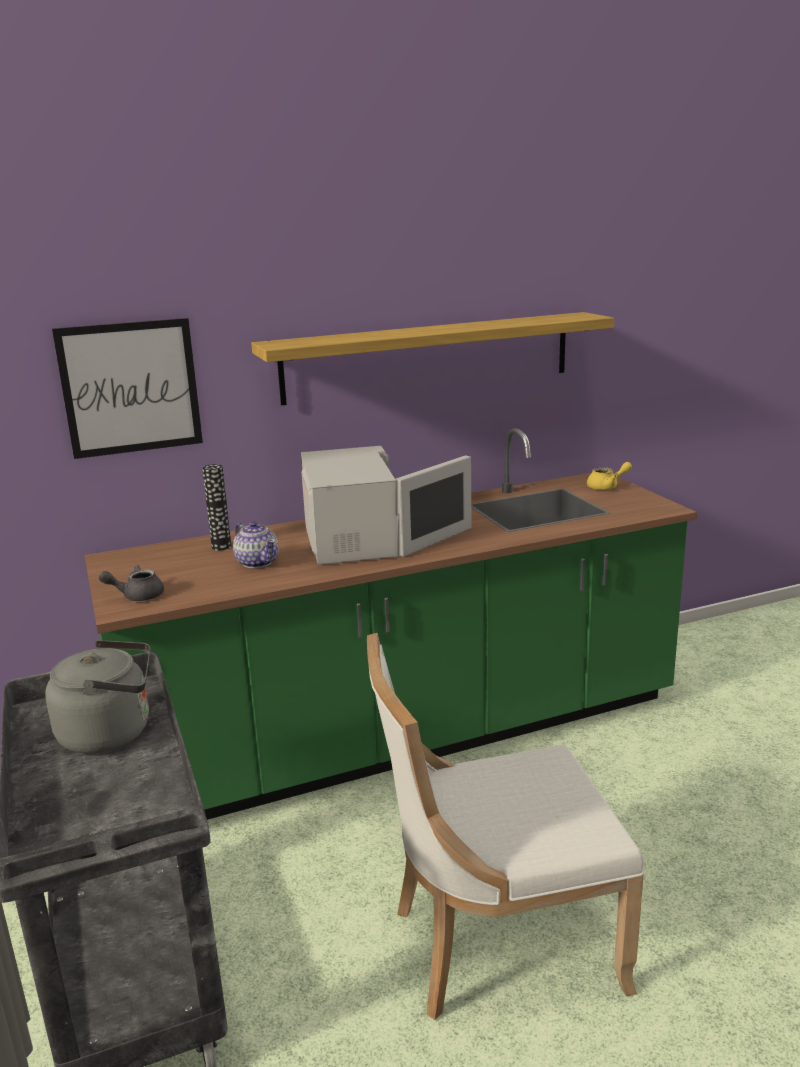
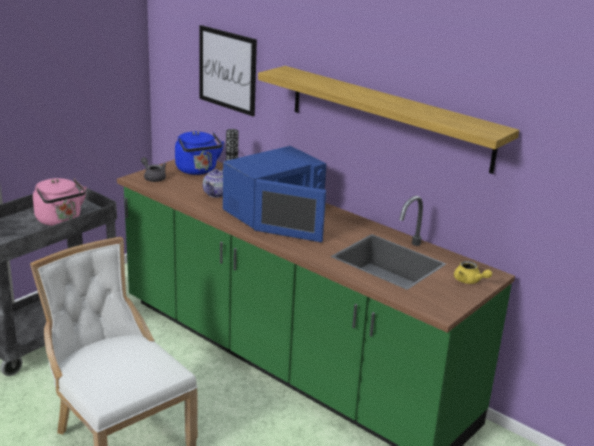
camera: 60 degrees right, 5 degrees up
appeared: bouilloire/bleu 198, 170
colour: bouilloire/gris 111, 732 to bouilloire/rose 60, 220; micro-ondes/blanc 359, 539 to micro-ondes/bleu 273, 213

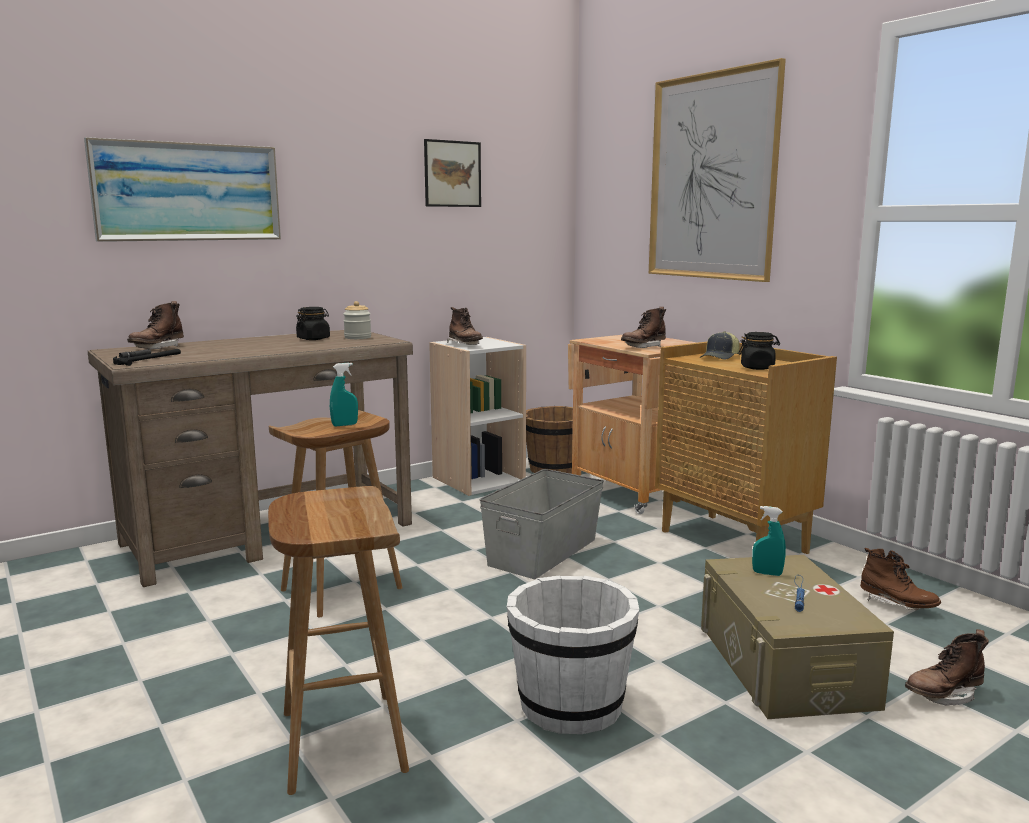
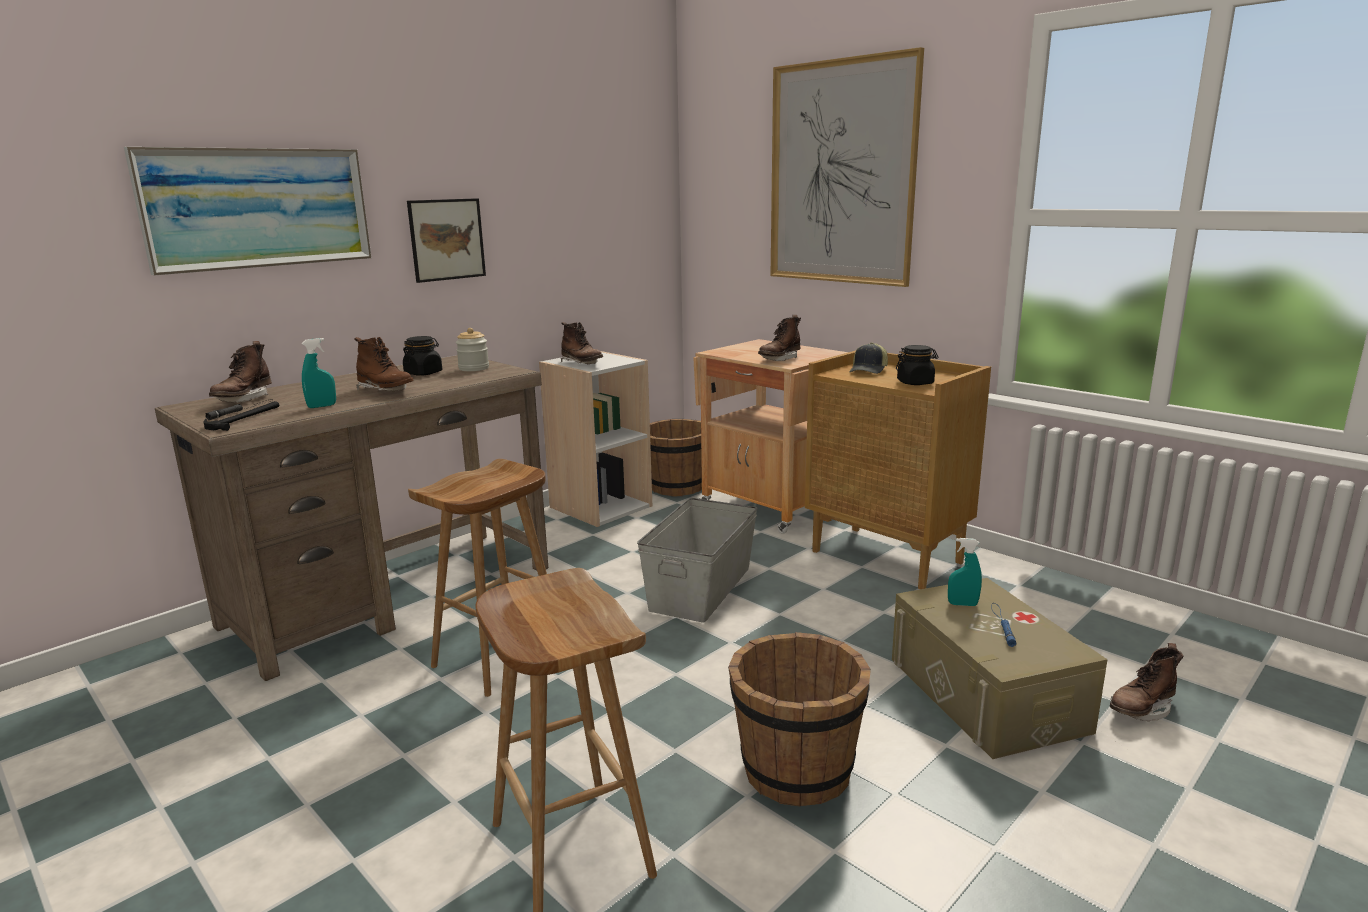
camera: 10 degrees left, 5 degrees up
relocated: vaporisateur/turquoise 344, 425 to 322, 406; botte/marron 897, 604 to 386, 391; tableau 452, 174 to 447, 239
colour: seau/blanc 570, 705 to seau/marron 796, 770

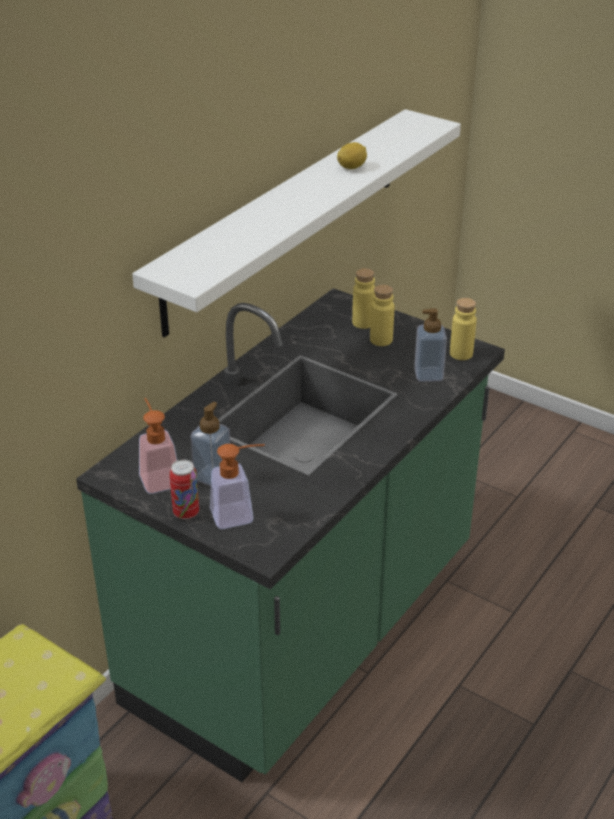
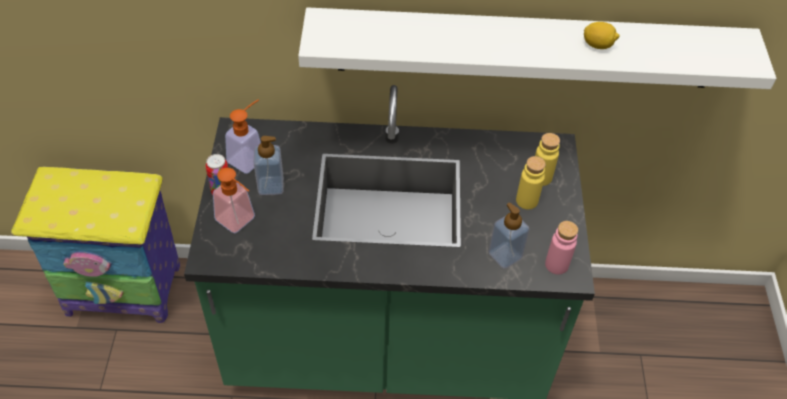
camera: 55 degrees right, 15 degrees up
colour: bouteille/jaune 461, 354 to bouteille/rose 556, 264

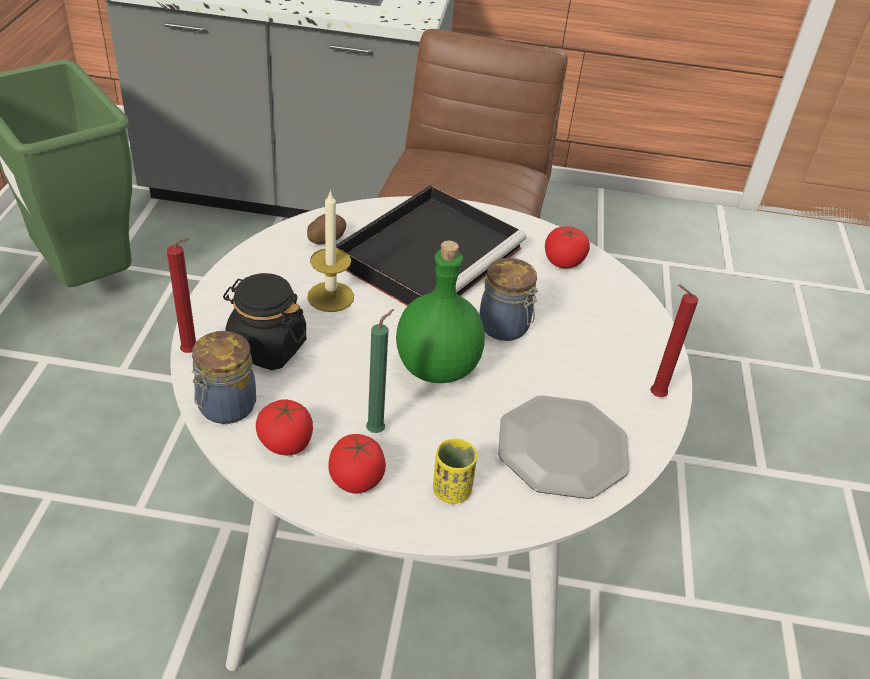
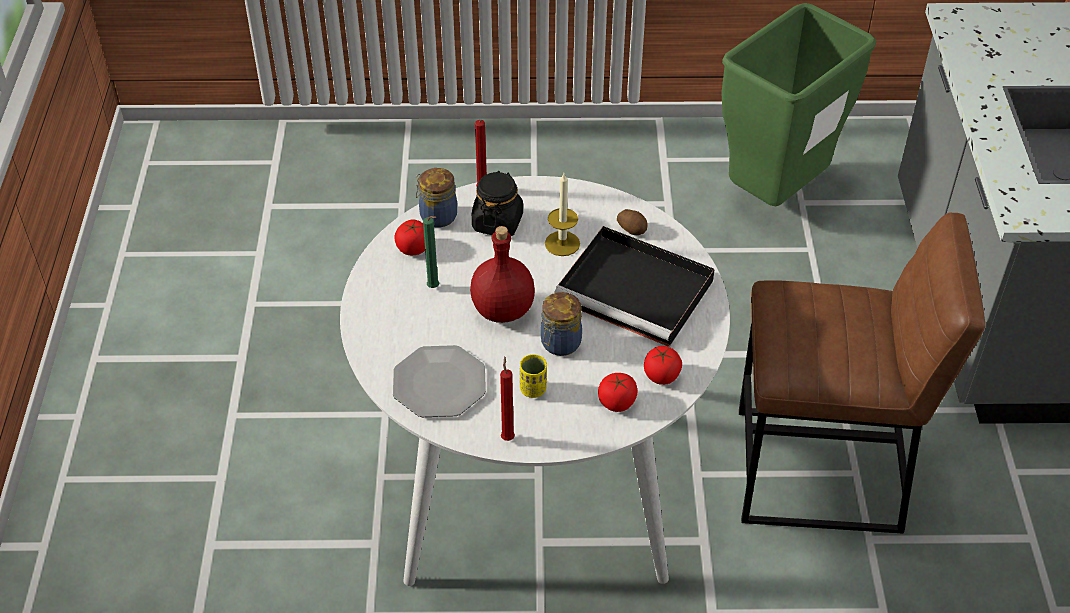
camera: 85 degrees right, 5 degrees up
relocated: tasse/jaune 451, 490 to 533, 389; tomate 356, 479 to 617, 402
colour: bouteille/vert 437, 366 to bouteille/rouge 504, 310

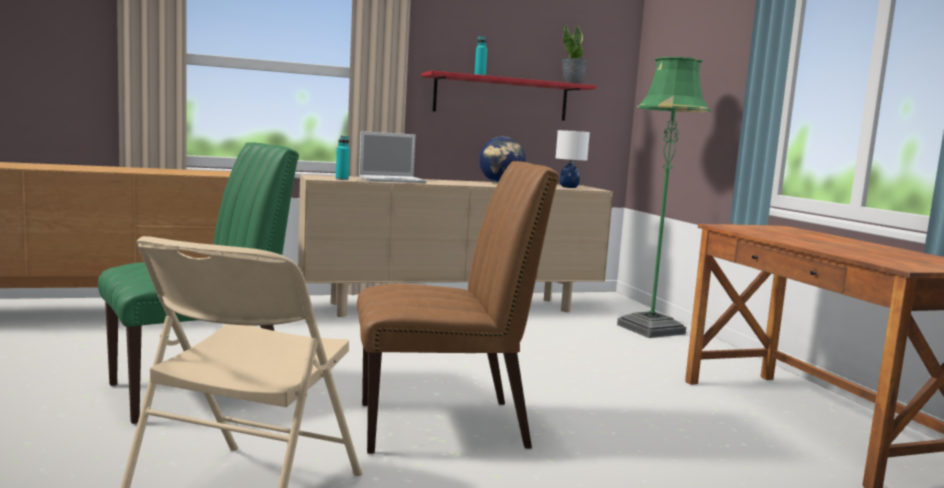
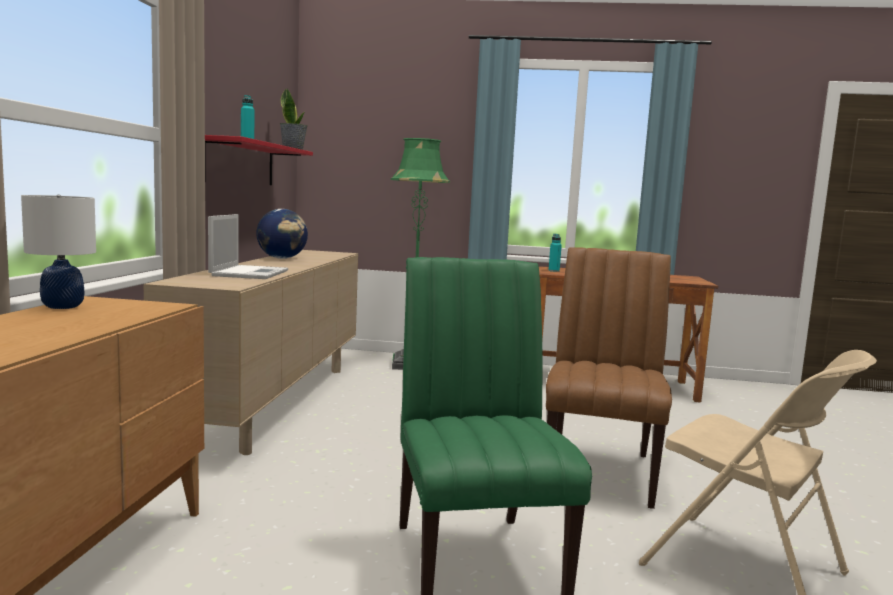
camera: 65 degrees left, 0 degrees up
relocated: lampe de table/blanc 569, 187 to 63, 307; bouteille/turquoise 342, 179 to 553, 271

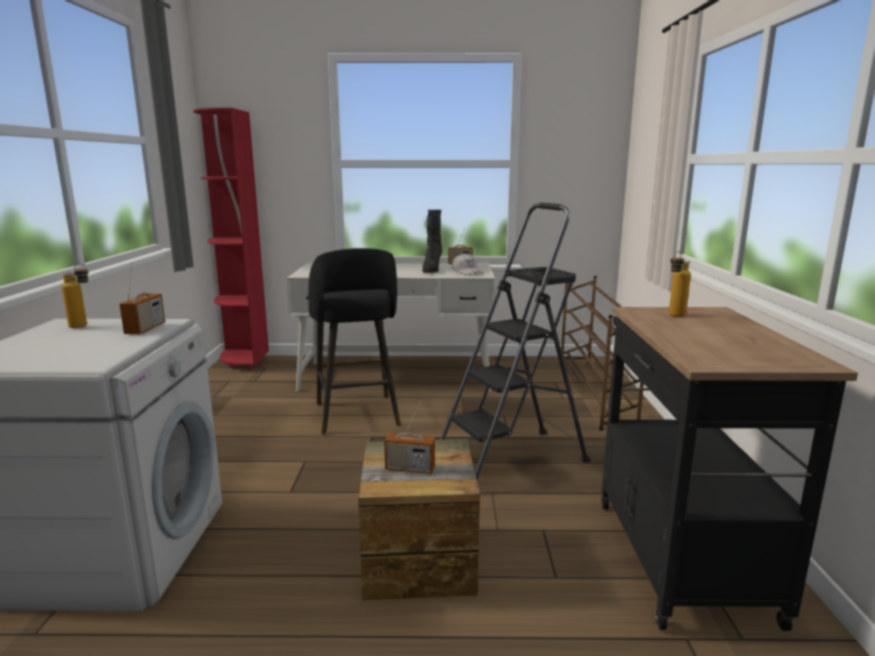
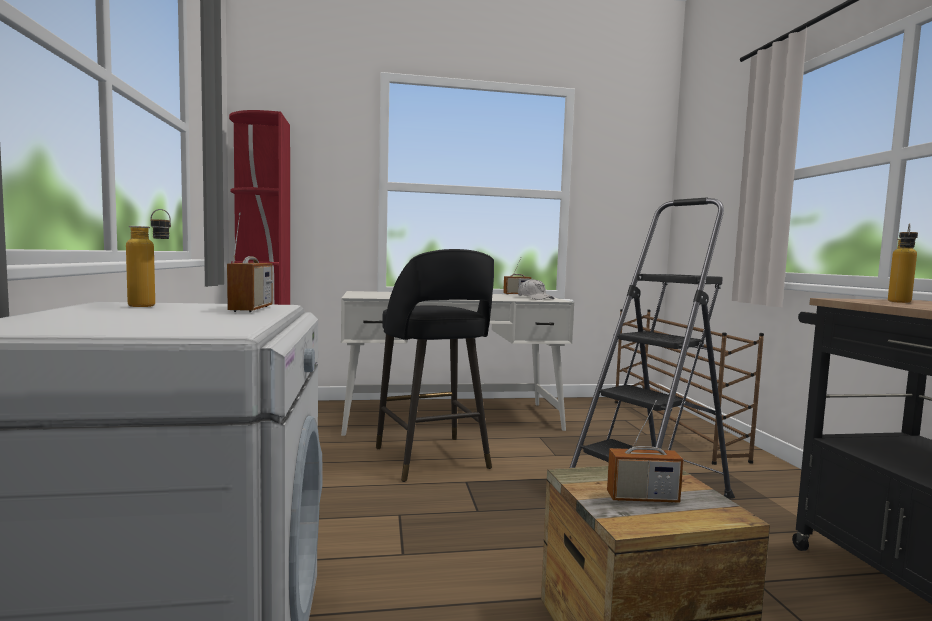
camera: 10 degrees left, 10 degrees down
missing: botte/noir 431, 269

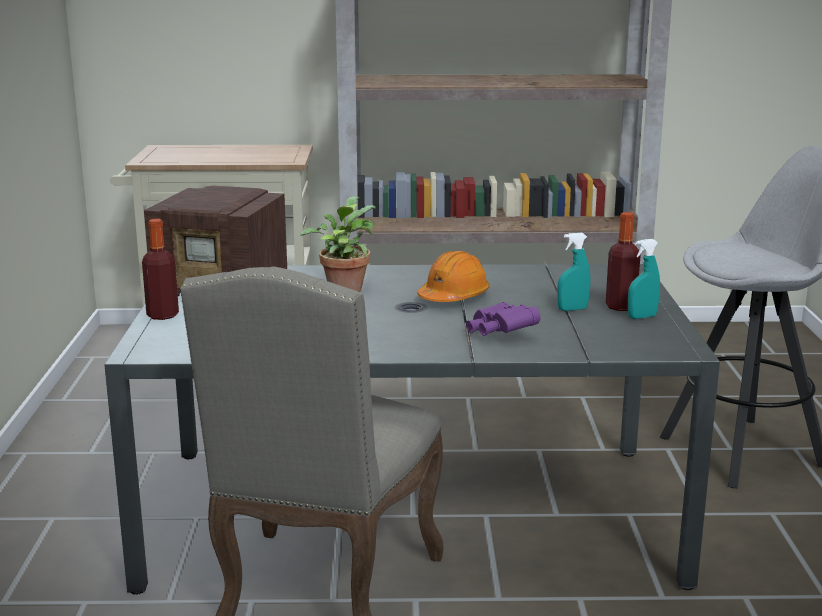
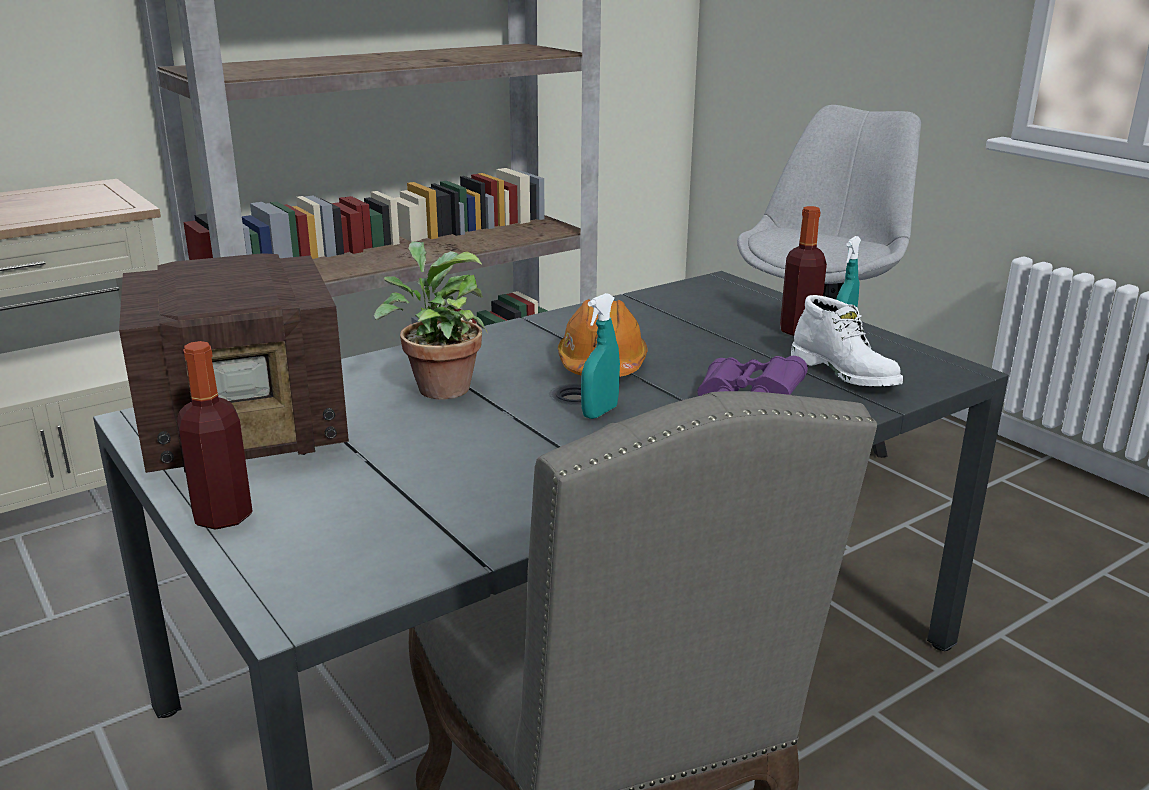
camera: 35 degrees left, 5 degrees up
appeared: botte/blanc 845, 373
relocated: vaporisateur/turquoise 572, 309 to 600, 412

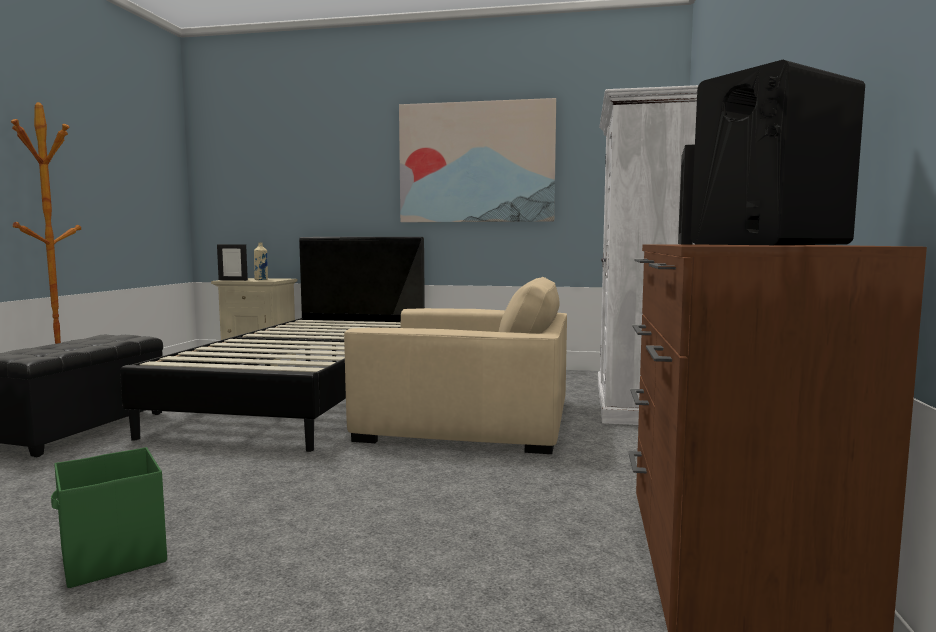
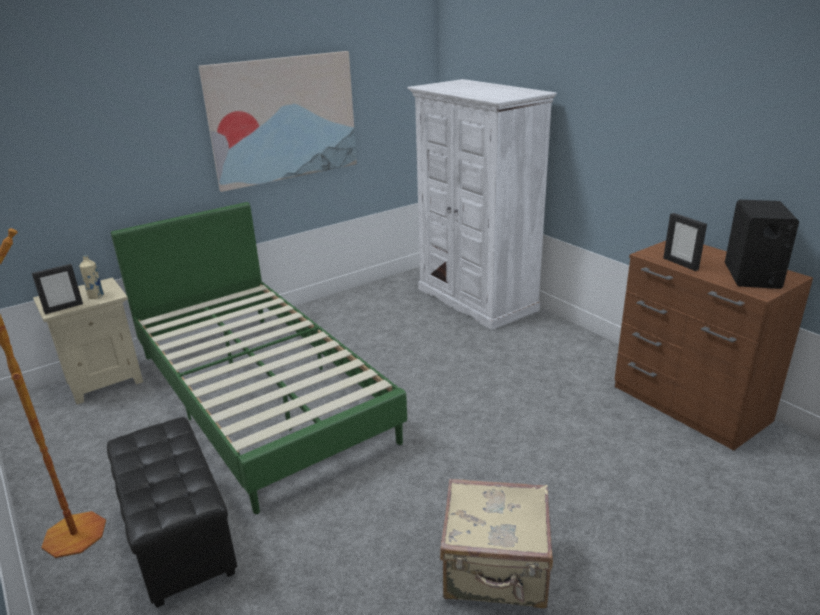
camera: 45 degrees left, 20 degrees up
missing: fauteuil/beige 466, 419
exchanged: boîte de rangement/vert 112, 557 to valise/beige 496, 570
colour: lit/noir 309, 394 to lit/vert 259, 394

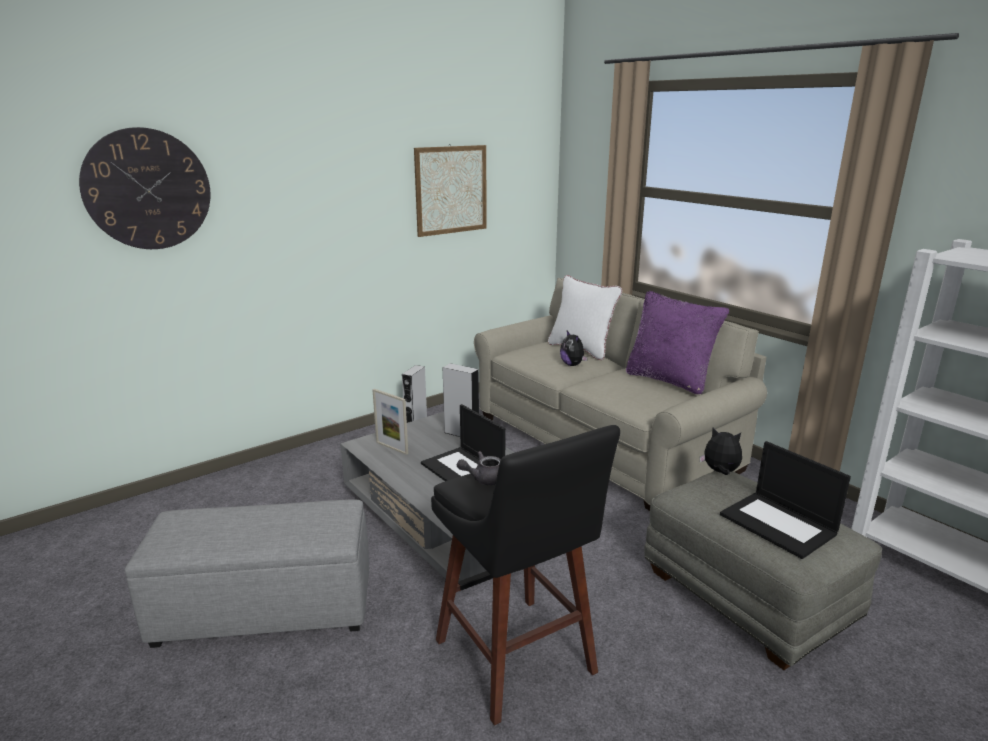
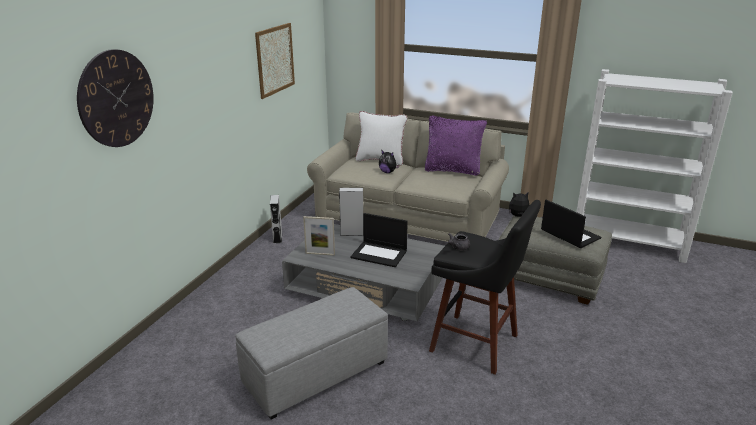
camera: 30 degrees left, 5 degrees up
spun: ordinateur portable 779, 524 = 569, 234 150 degrees counterclockwise

